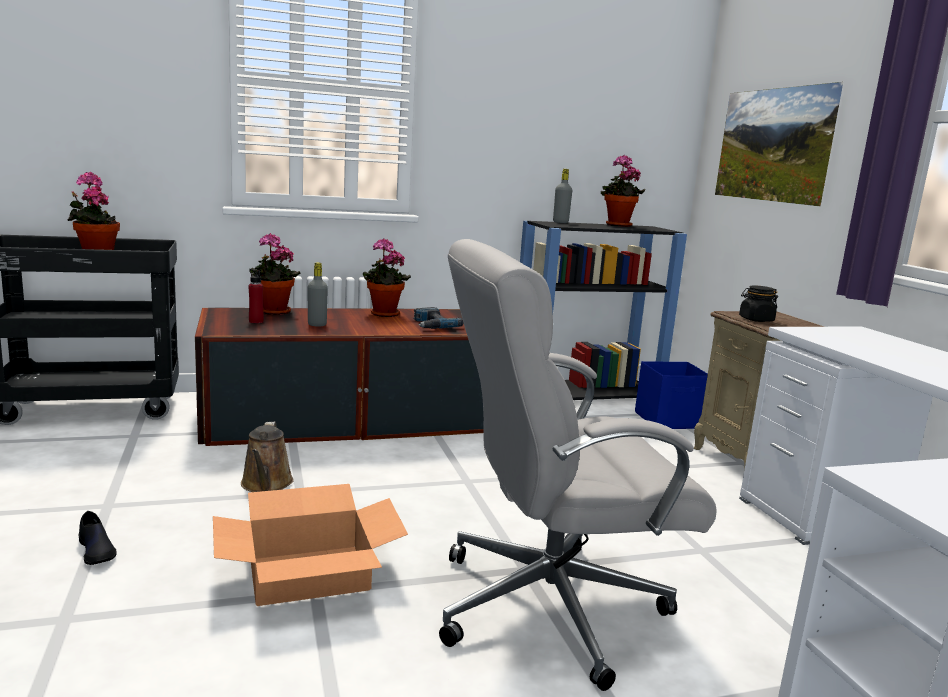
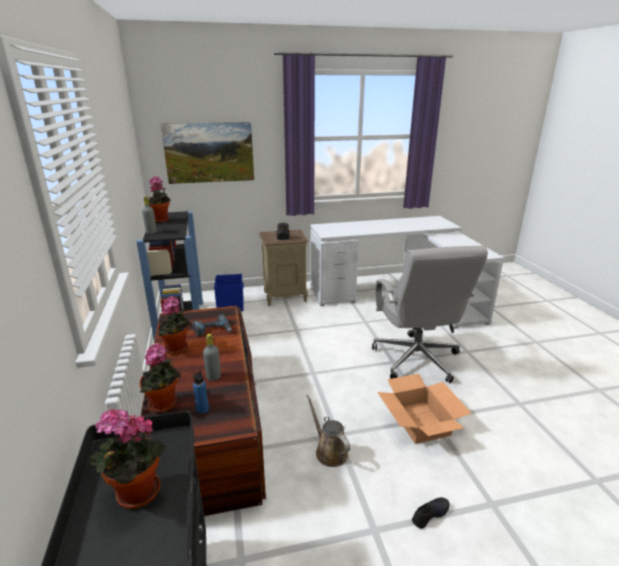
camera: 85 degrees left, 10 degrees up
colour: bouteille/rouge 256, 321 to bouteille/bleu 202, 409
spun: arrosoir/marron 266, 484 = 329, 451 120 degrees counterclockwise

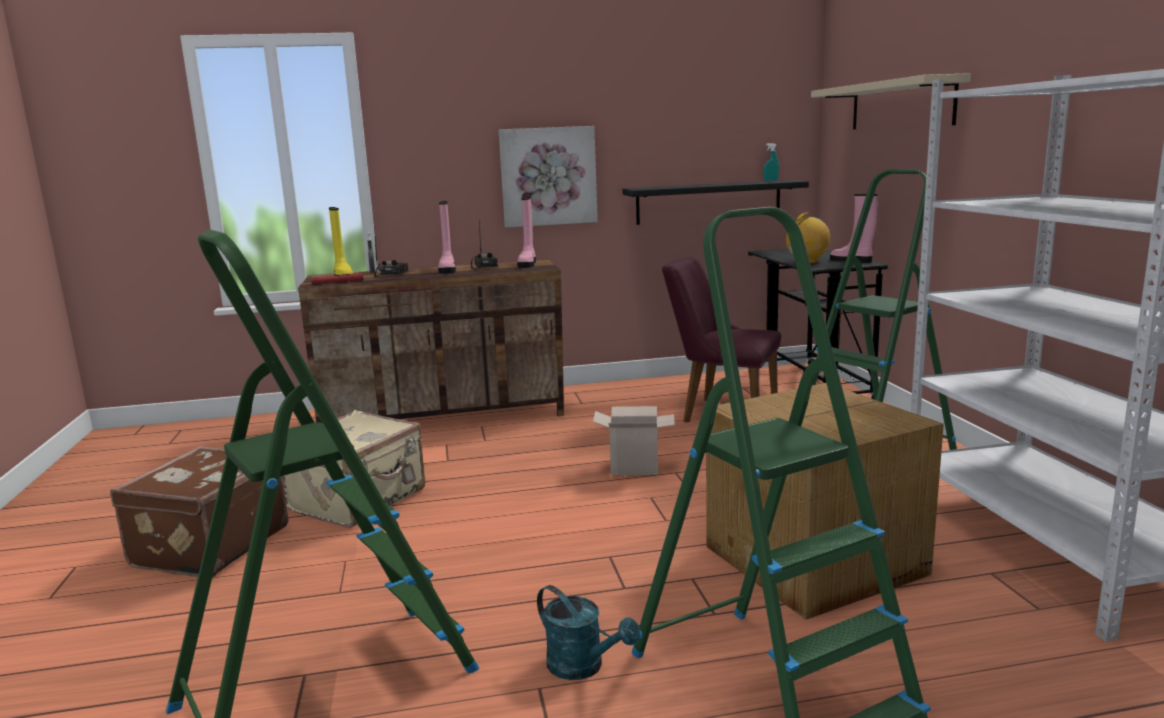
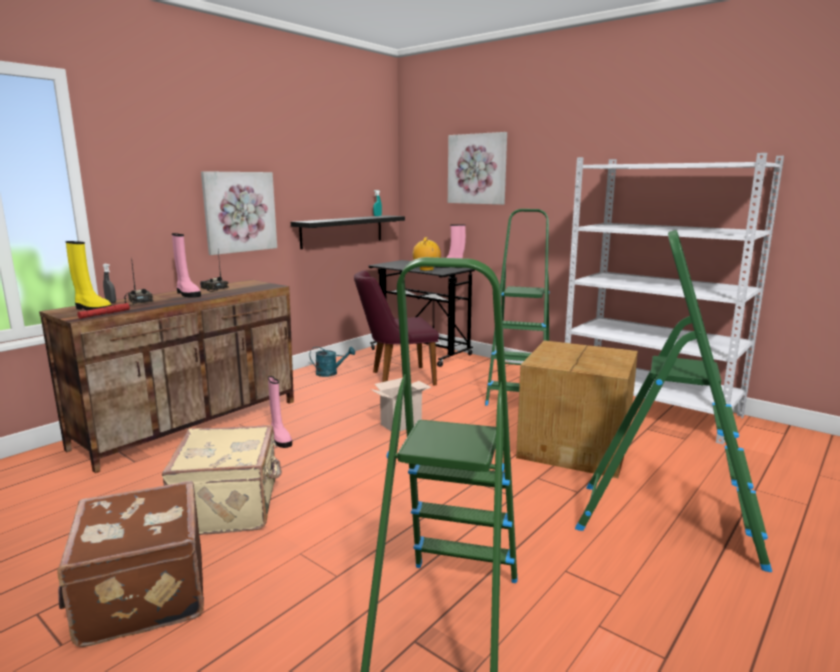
camera: 40 degrees left, 0 degrees up
relocated: botte/rose 527, 264 to 280, 439; arrosoir/turquoise 583, 667 to 330, 373
exchanged: étagère/beige 900, 105 to tableau 477, 169

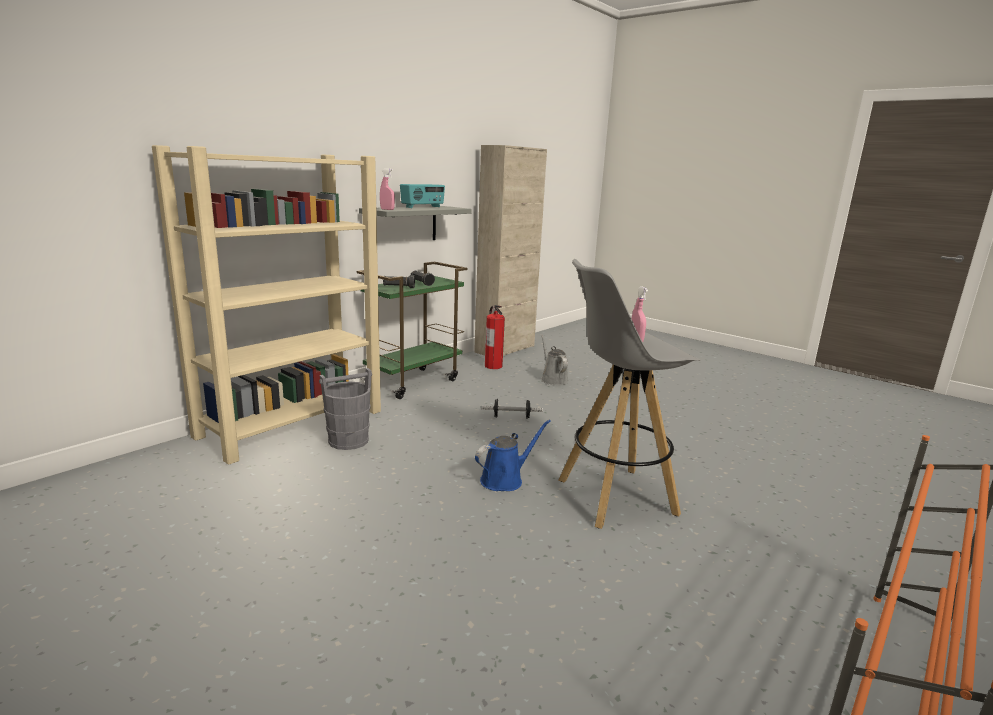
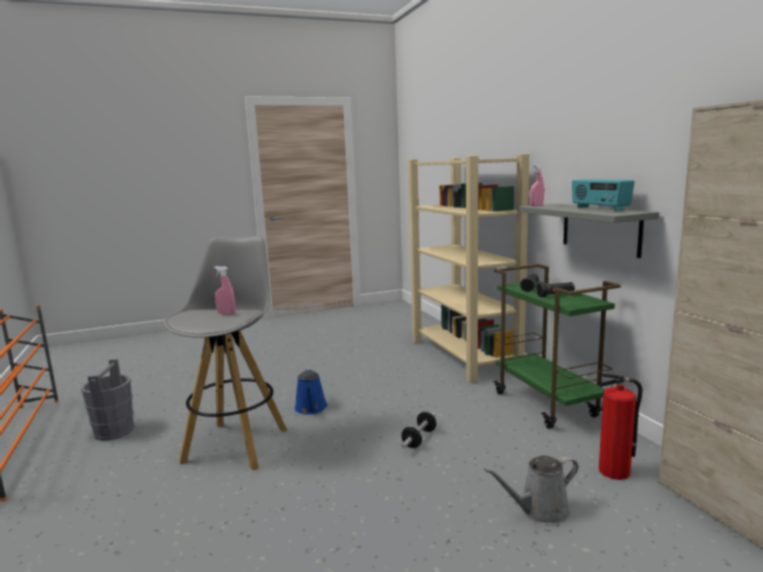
camera: 120 degrees right, 5 degrees down
relocated: seau/gris 349, 440 to 113, 431
spun: arrosoir/gris 553, 379 = 540, 510 150 degrees clockwise

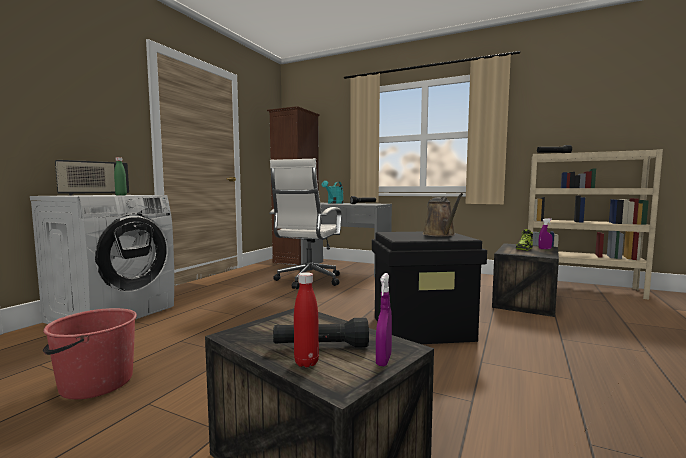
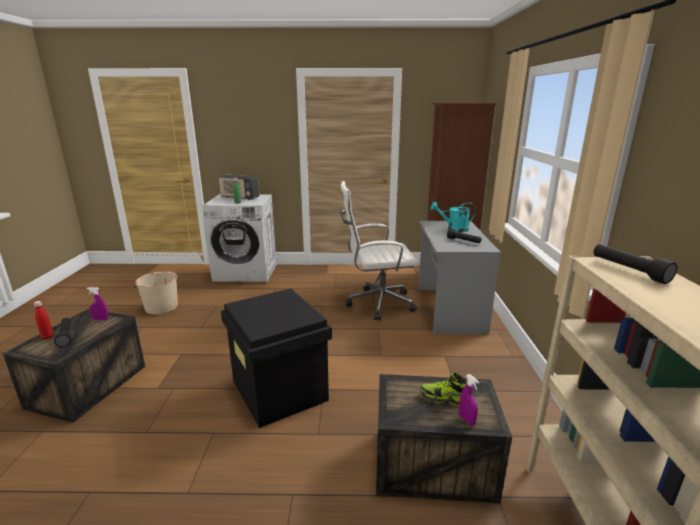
camera: 65 degrees right, 15 degrees up
missing: arrosoir/marron 440, 235
relocated: vaporisateur/violet 383, 360 to 101, 319
colour: seau/rouge 95, 383 to seau/beige 161, 307

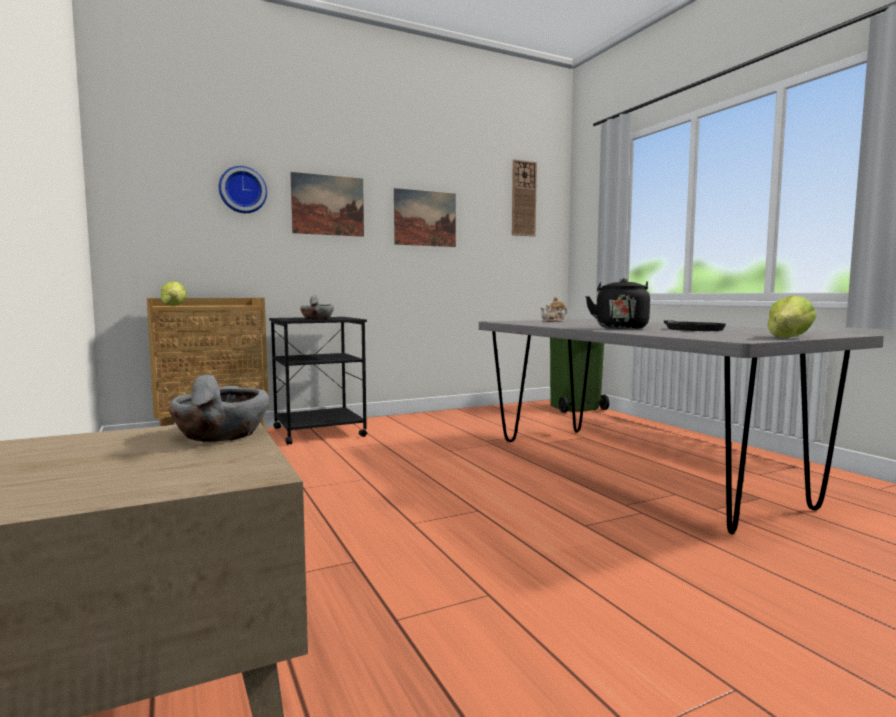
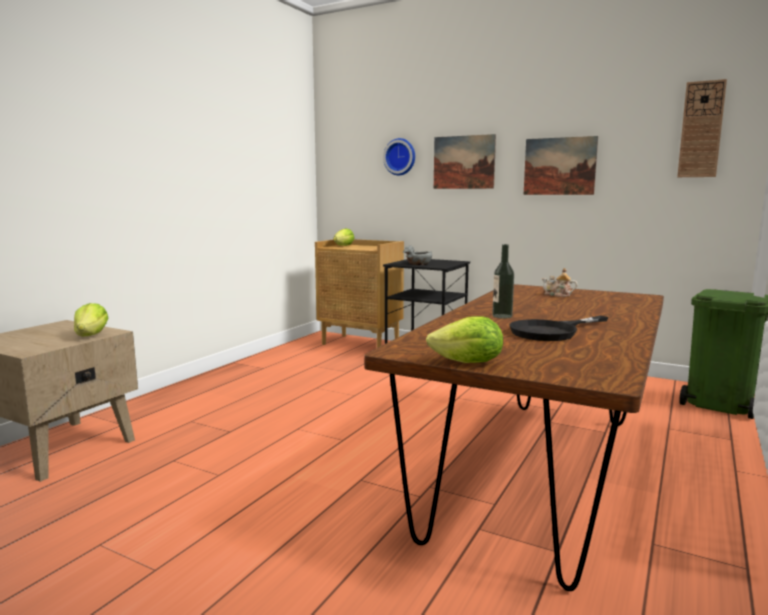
camera: 55 degrees right, 5 degrees up
exchanged: bol/gris 220, 434 to laitue 91, 335; bouilloire/noir 620, 328 to bouteille 502, 316
colour: table à manger/gris 636, 470 to table à manger/marron 539, 474

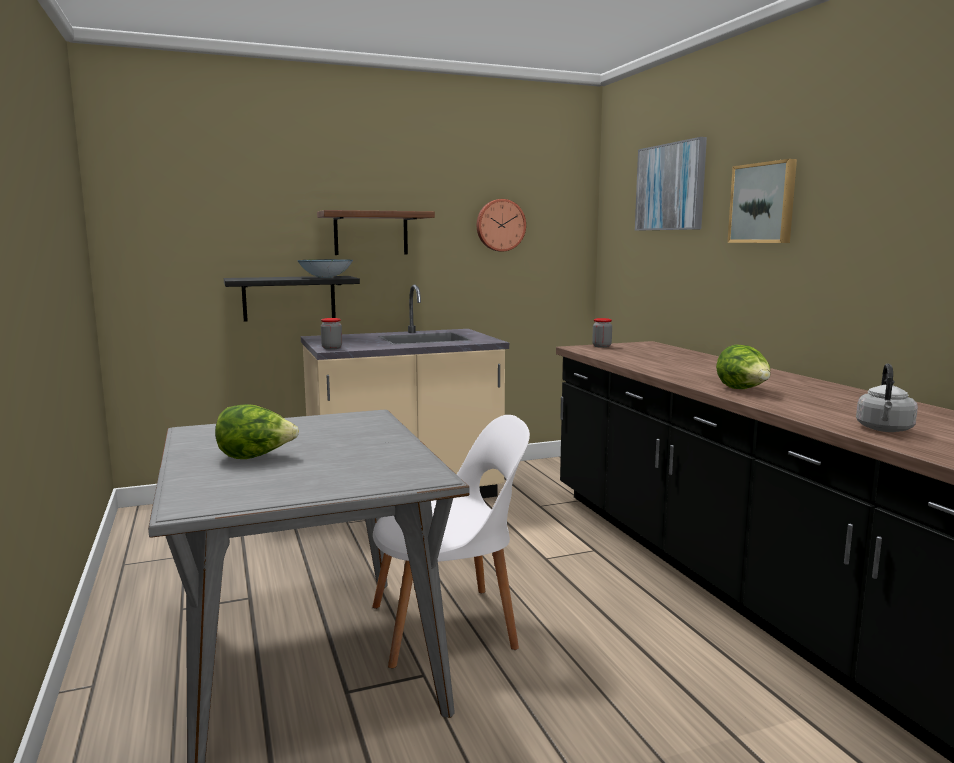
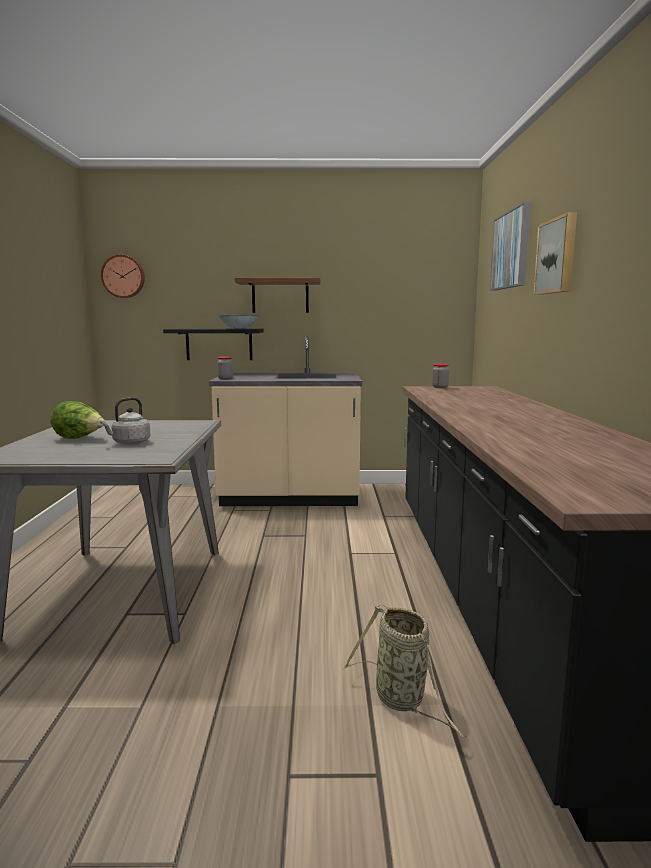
camera: 20 degrees right, 0 degrees up
missing: chaise/blanc 449, 625; laitue 743, 390
appeared: panier 402, 700
relocated: bouilloire/gris 884, 429 to 129, 443; horloge murale 500, 225 to 123, 276

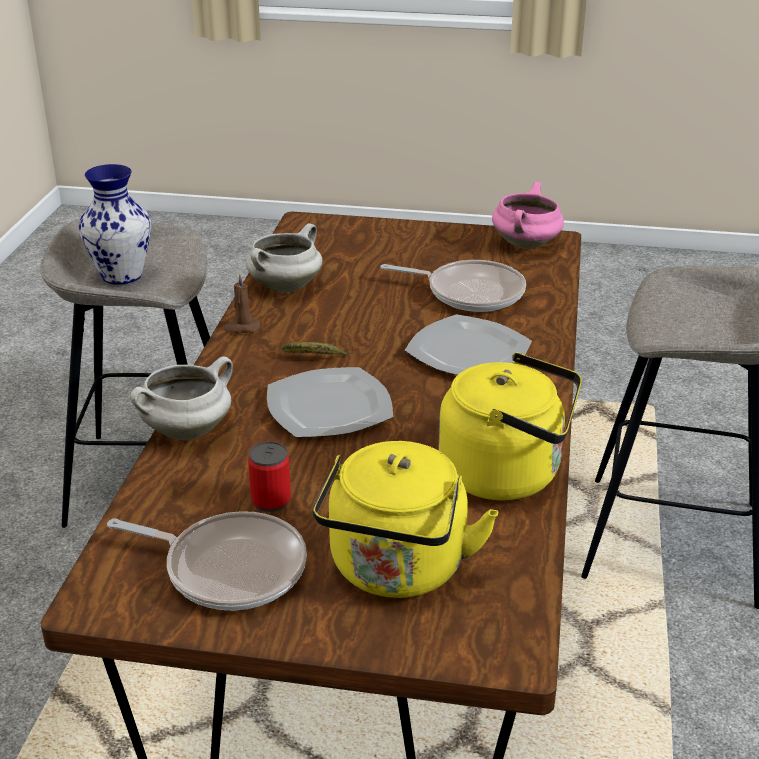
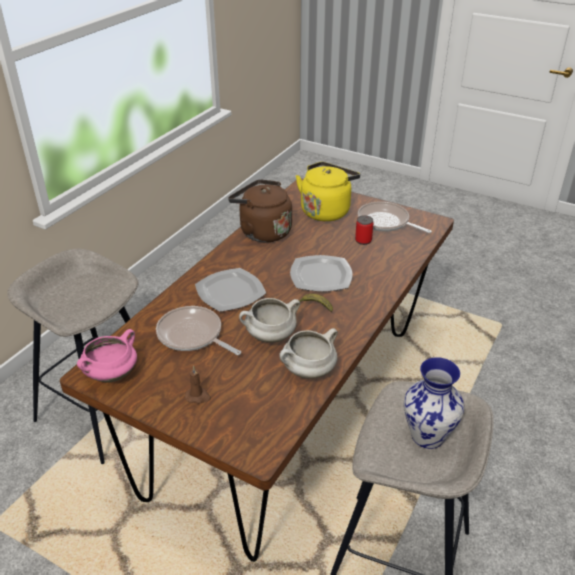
camera: 160 degrees left, 5 degrees up
relocated: bougie/marron 241, 327 to 198, 397; marmite/blanc 187, 430 to 270, 336
colour: bouilloire/jaune 508, 474 to bouilloire/marron 262, 231

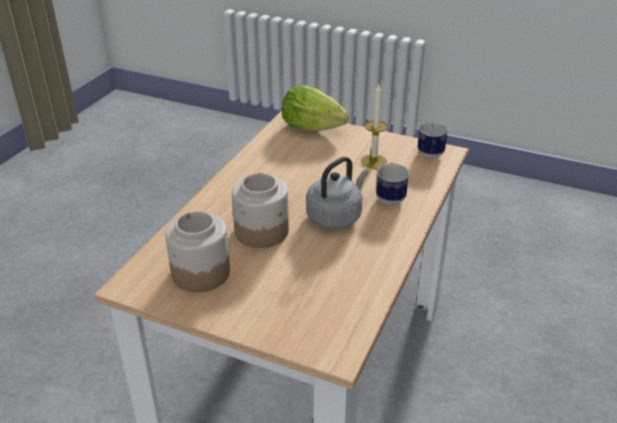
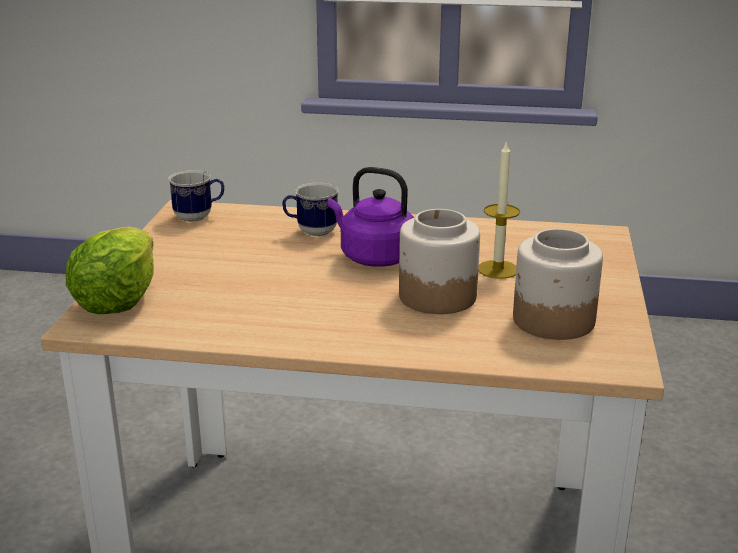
camera: 105 degrees left, 10 degrees down
relocated: bougie 373, 161 to 498, 269
colour: bouilloire/gris 336, 216 to bouilloire/violet 373, 257

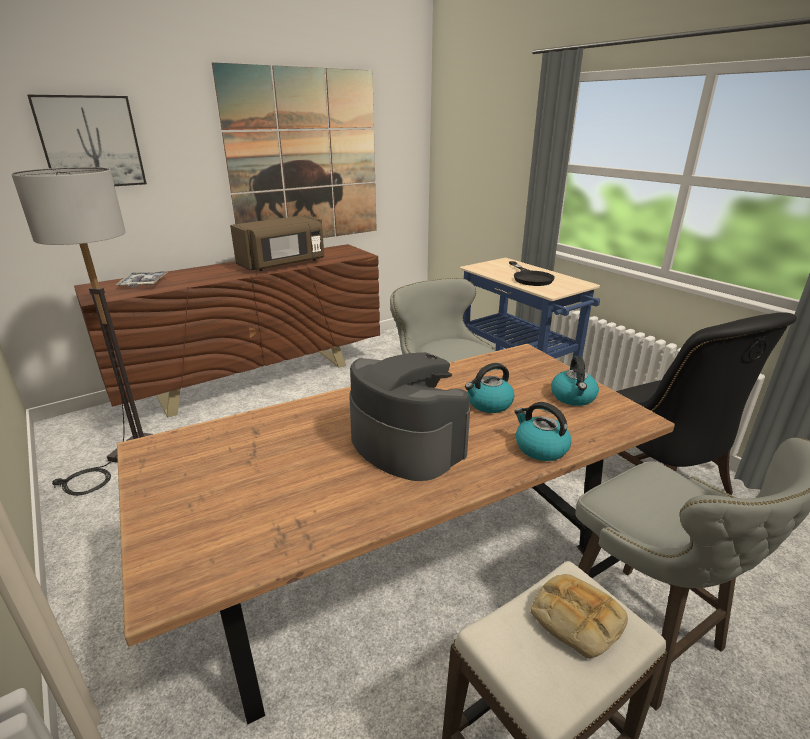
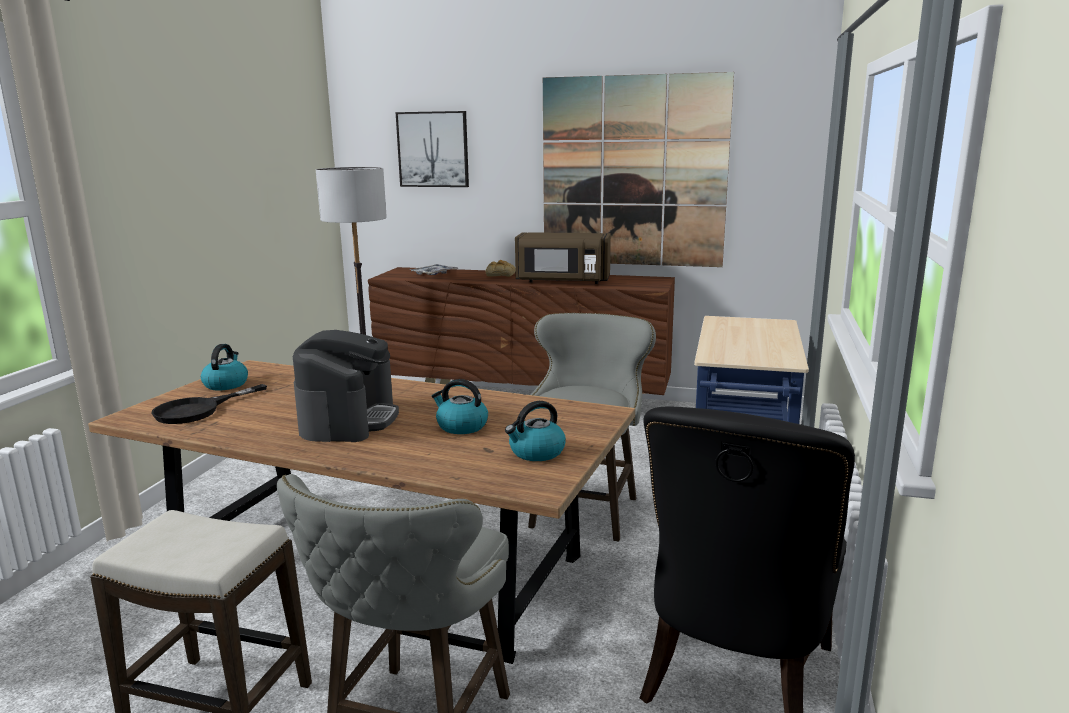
camera: 50 degrees right, 10 degrees down
relocated: poêle/noir 530, 278 to 198, 410; bouilloire 540, 448 to 226, 384; pain 574, 619 to 500, 274

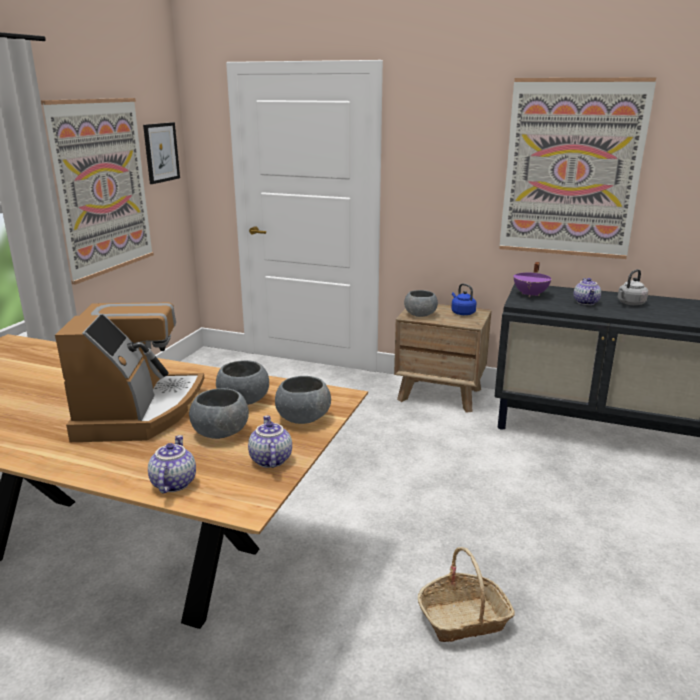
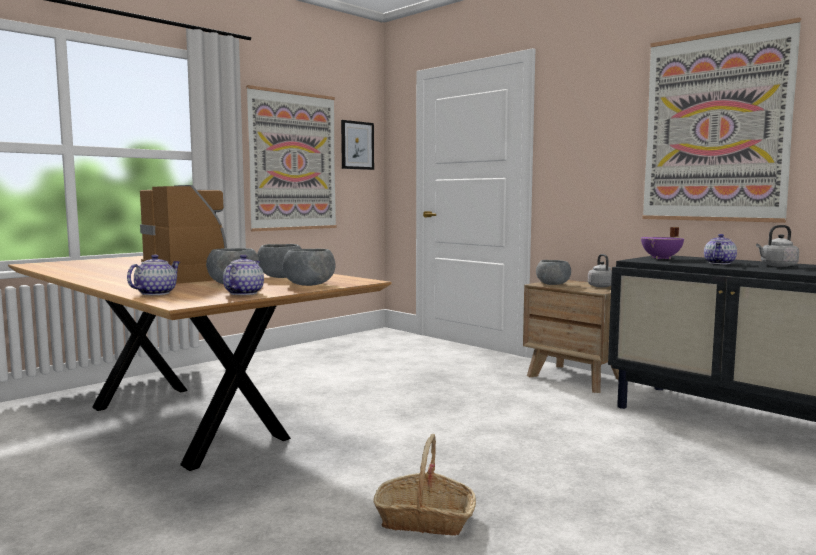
camera: 25 degrees right, 15 degrees down
colour: bouilloire/bleu 462, 313 to bouilloire/gris 600, 286
spun: machine à café 139, 411 = 197, 275 60 degrees counterclockwise

